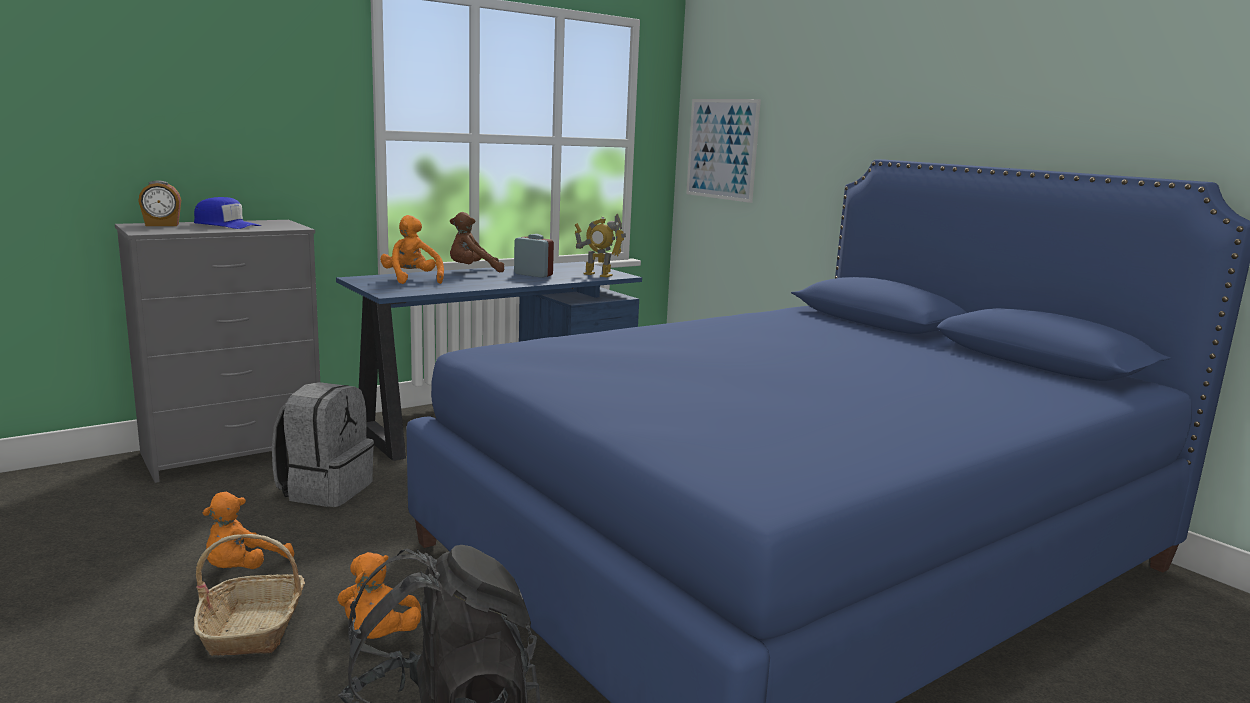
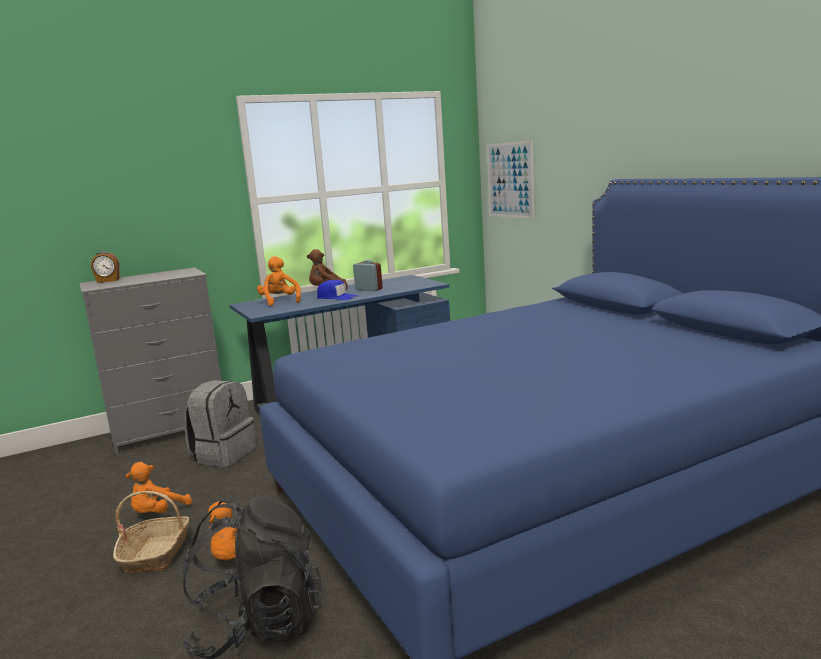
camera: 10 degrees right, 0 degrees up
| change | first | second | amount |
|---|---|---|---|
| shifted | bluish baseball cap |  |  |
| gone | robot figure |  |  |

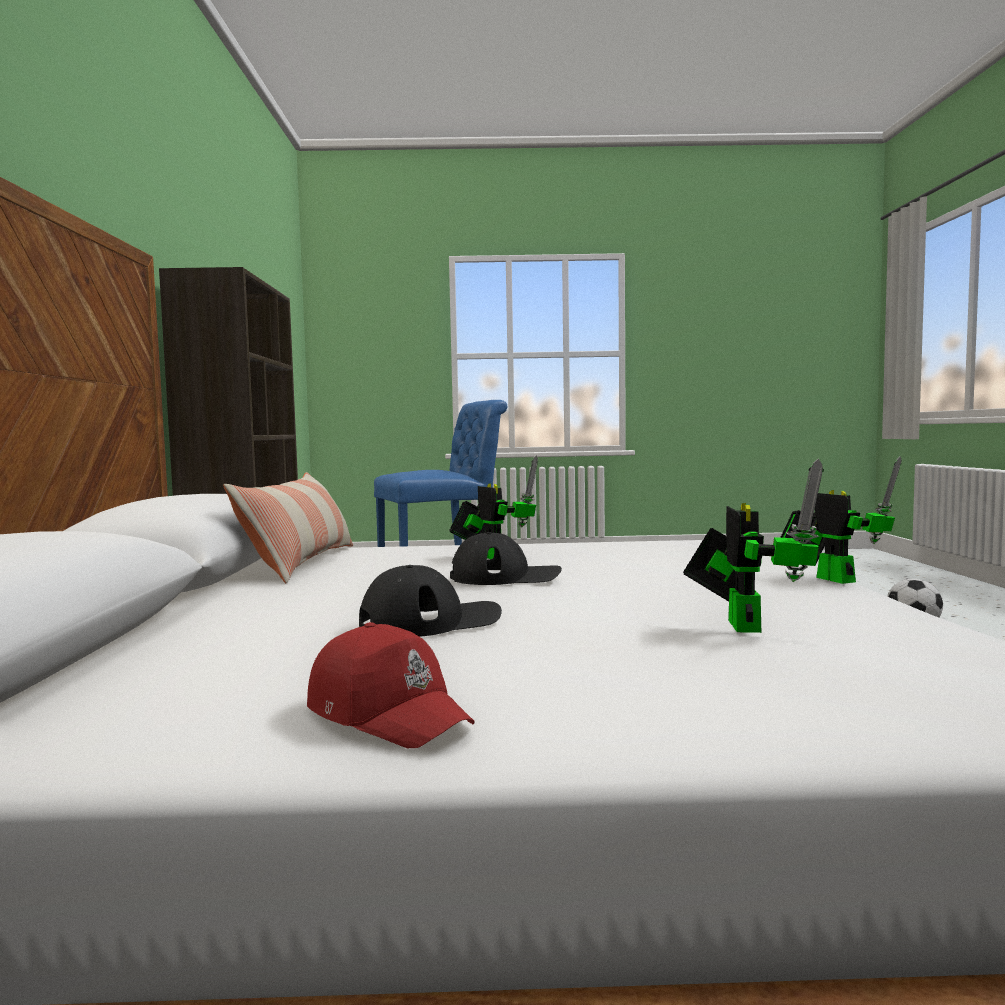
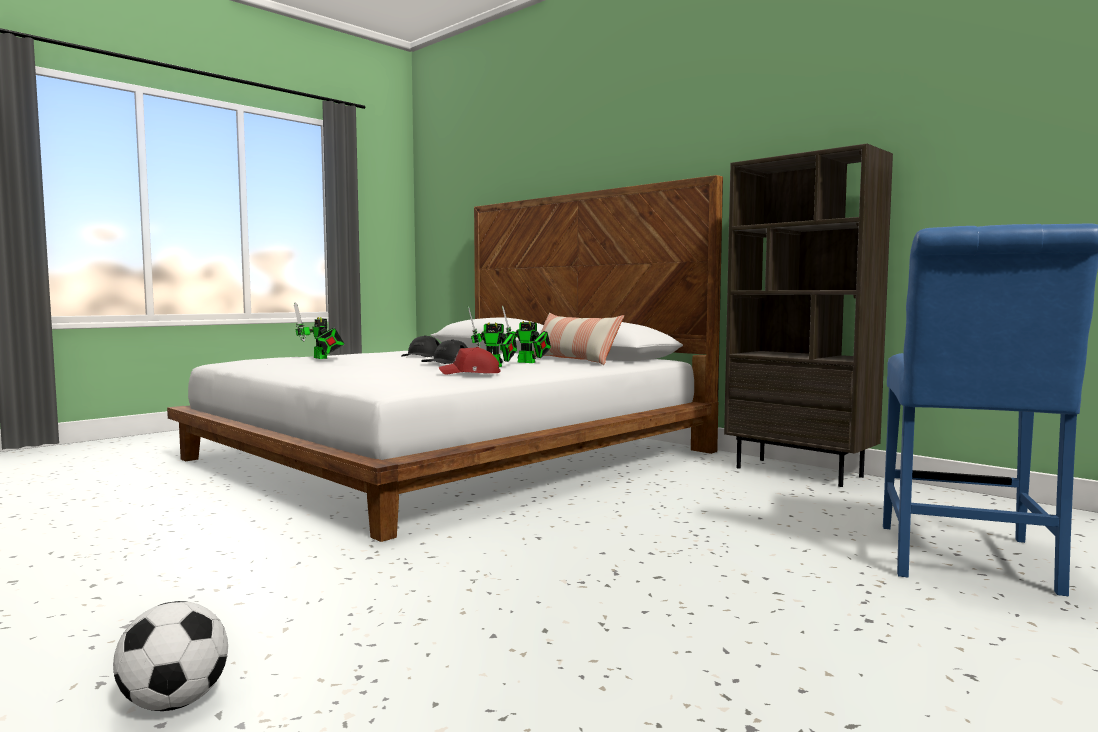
camera: 135 degrees right, 0 degrees up
| change | first | second | amount |
|---|---|---|---|
| shifted | robot figure (no. 3 from left) |  |  |
| shifted | reddish baseball cap |  |  |

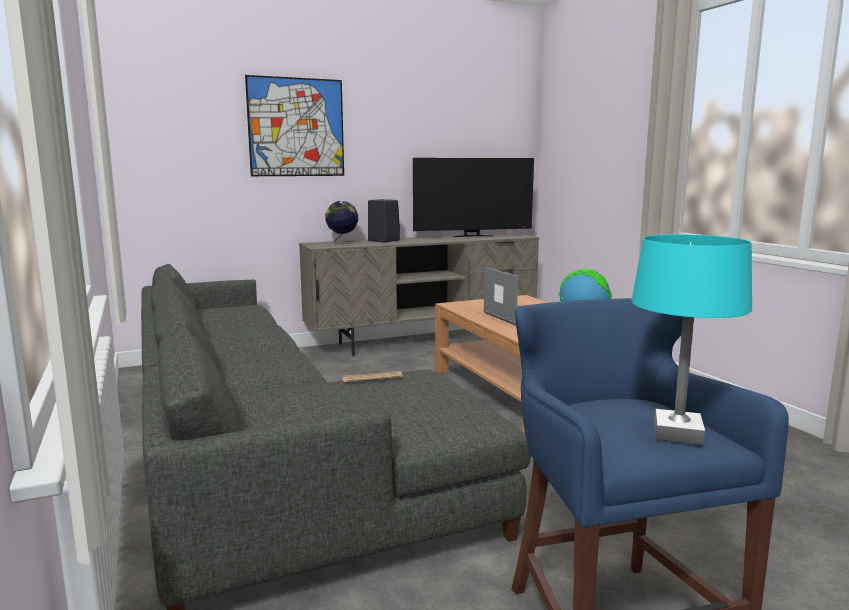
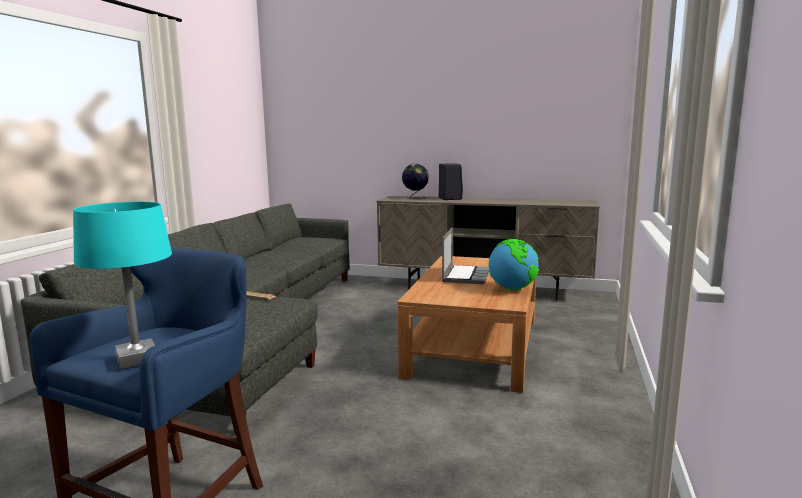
camera: 40 degrees right, 0 degrees up
| change | first | second | amount |
|---|---|---|---|
| gone | picture |  |  |
| gone | television |  |  |

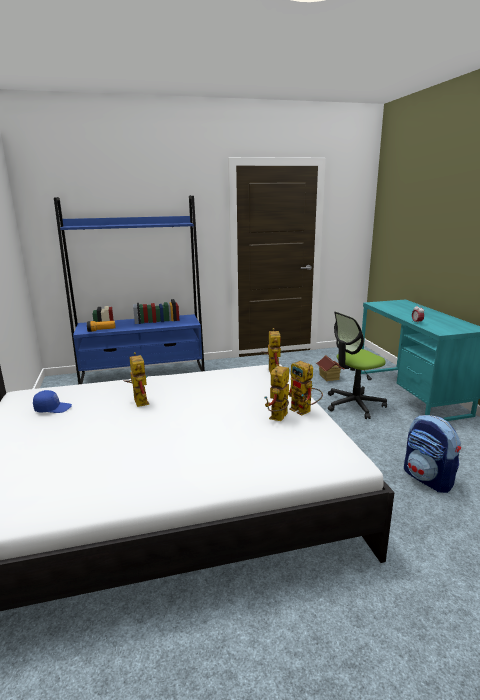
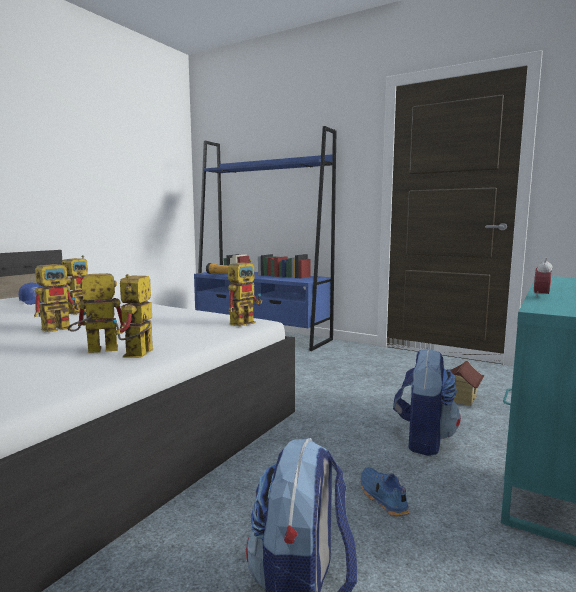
camera: 45 degrees right, 10 degrees down
| change | first | second | amount |
|---|---|---|---|
| swapped | desk chair | knapsack (no. 2 from left) |  |
| new |  | robot figure (no. 1 from left) |  |
| new |  | bluish shoe |  |

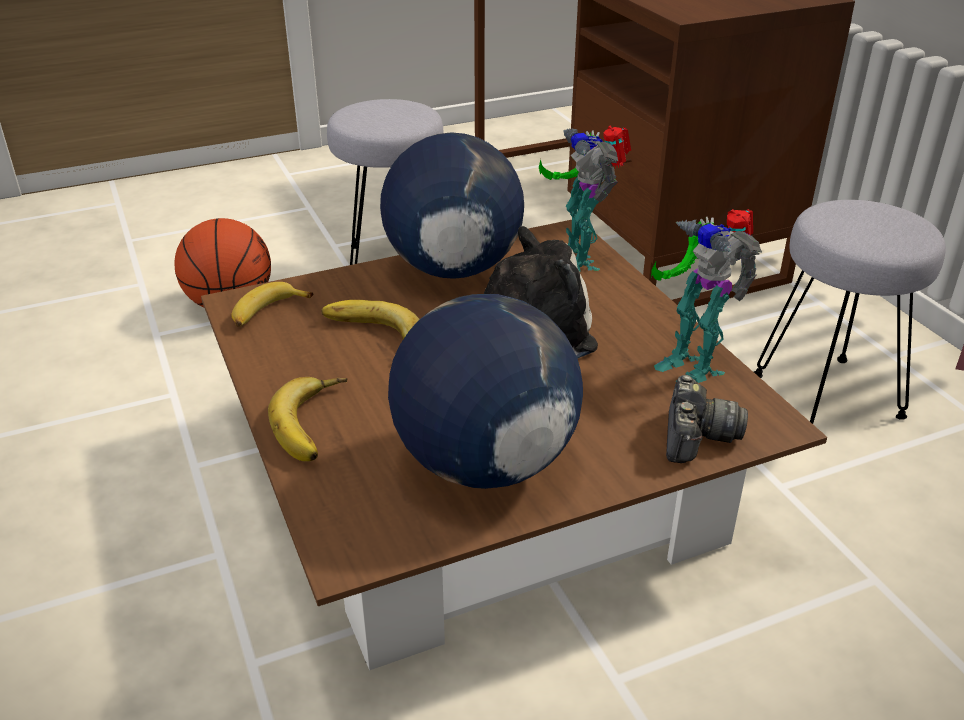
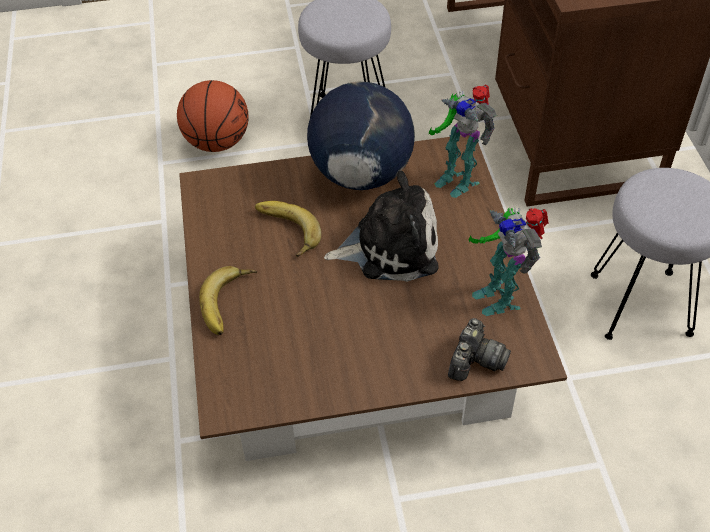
camera: 15 degrees right, 15 degrees up
| change | first | second | amount |
|---|---|---|---|
| rotated | robot figure (no. 1 from left) |  | 45 degrees counterclockwise |
| gone | banana (no. 1 from left) |  |  |
| gone | desk globe (no. 2 from left) |  |  |

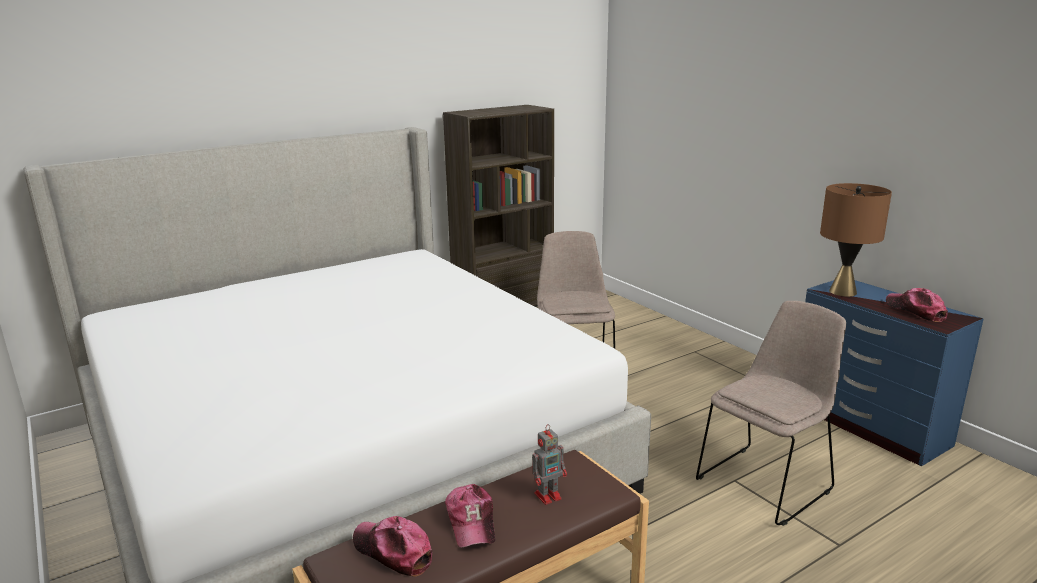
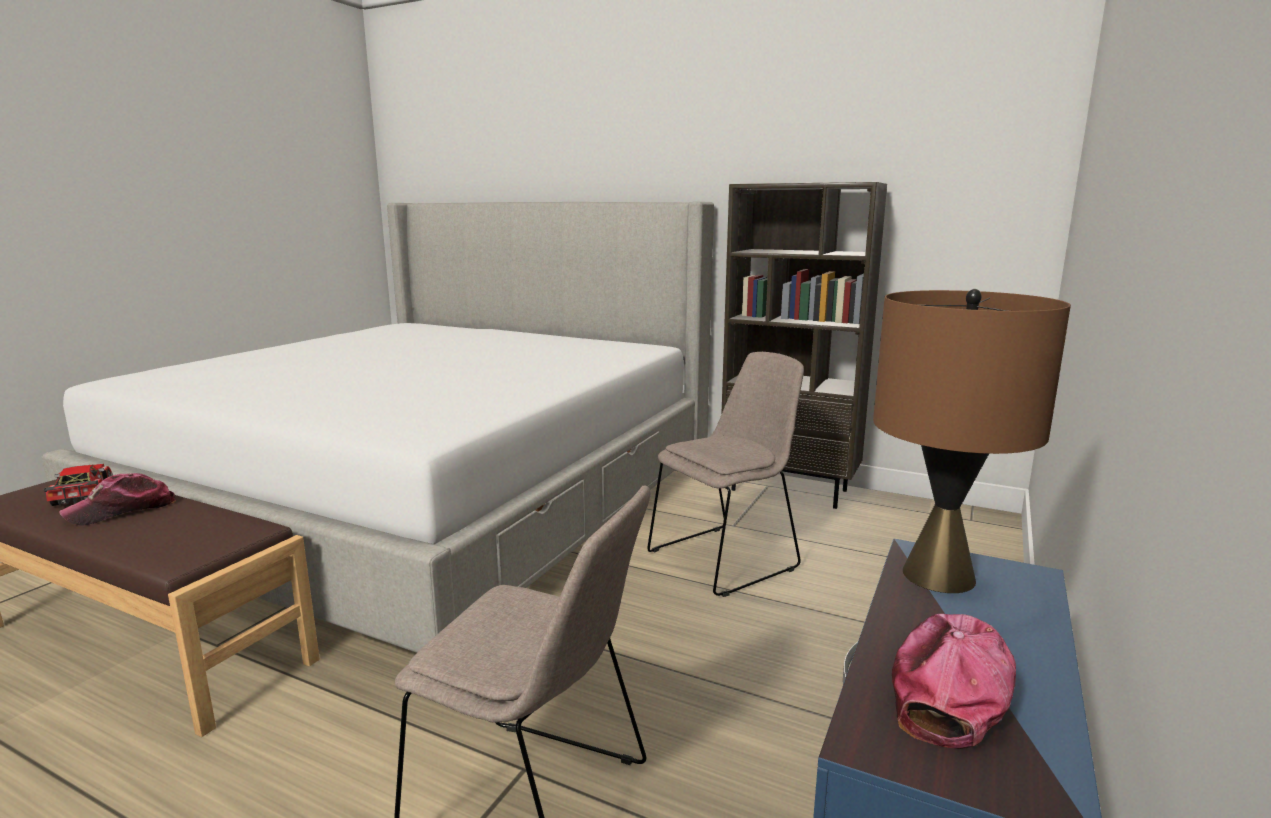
camera: 60 degrees right, 5 degrees down
| change | first | second | amount |
|---|---|---|---|
| gone | robot figure |  |  |
| swapped | baseball cap (no. 1 from left) | toy car |  |

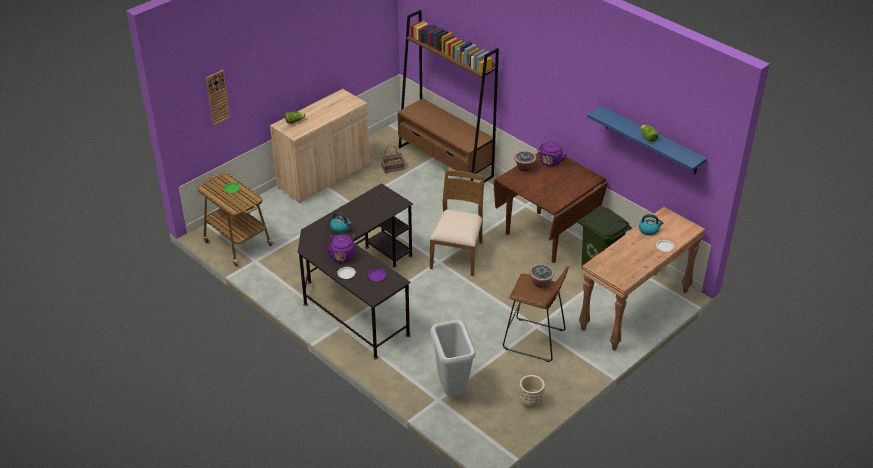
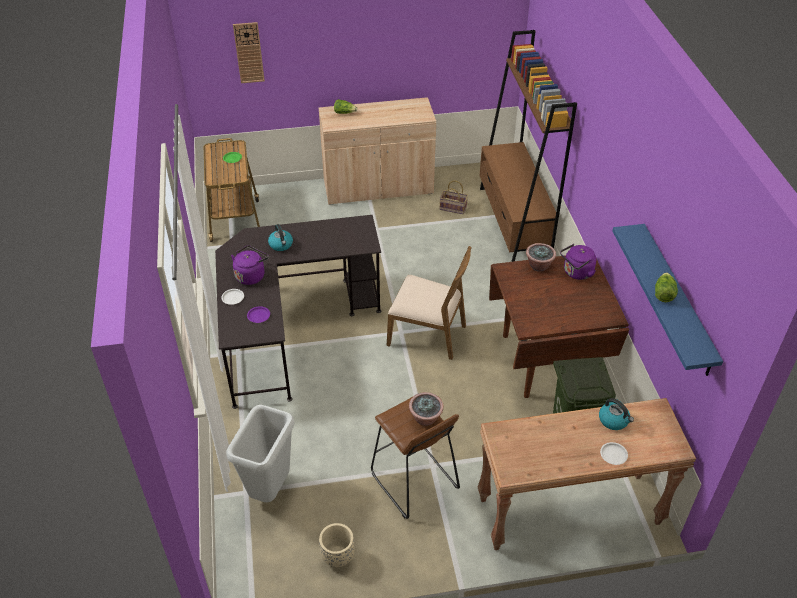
camera: 35 degrees right, 5 degrees up
| change | first | second | amount |
|---|---|---|---|
| rotated | brownish upright chair |  | 60 degrees clockwise |

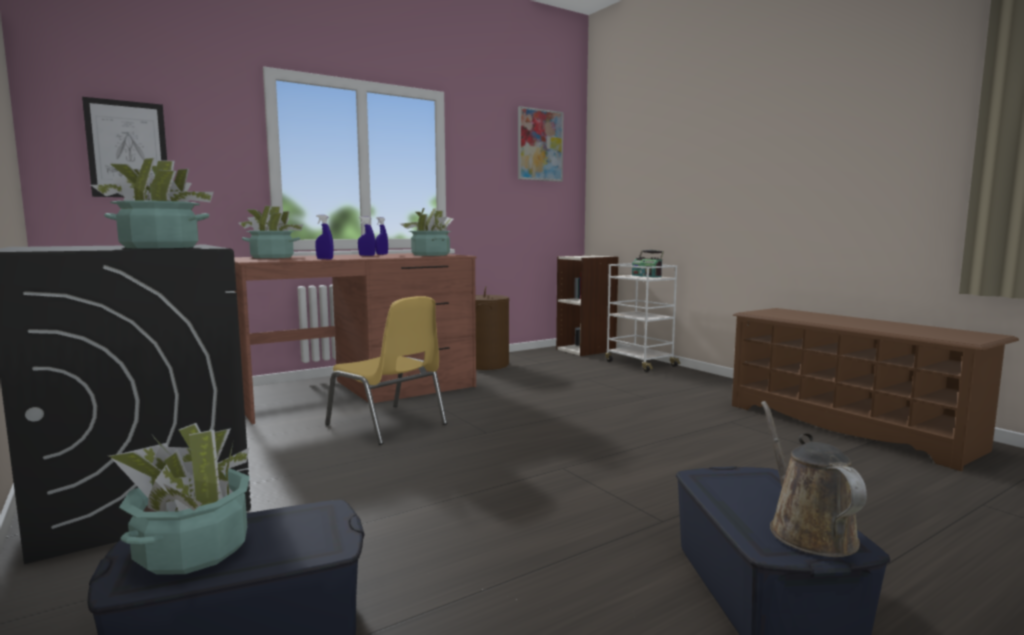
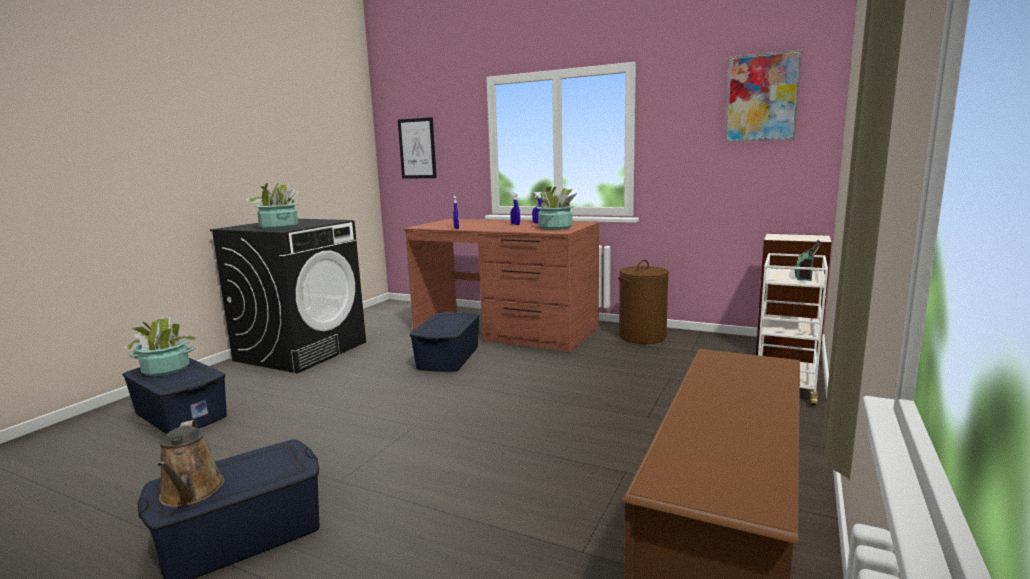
camera: 60 degrees right, 5 degrees up
| change | first | second | amount |
|---|---|---|---|
| gone | houseplant (no. 3 from left) |  |  |
| swapped | yellow upright chair | bluish storage container (no. 3 from left) |  |
| rotated | brownish watering can |  | 105 degrees clockwise |

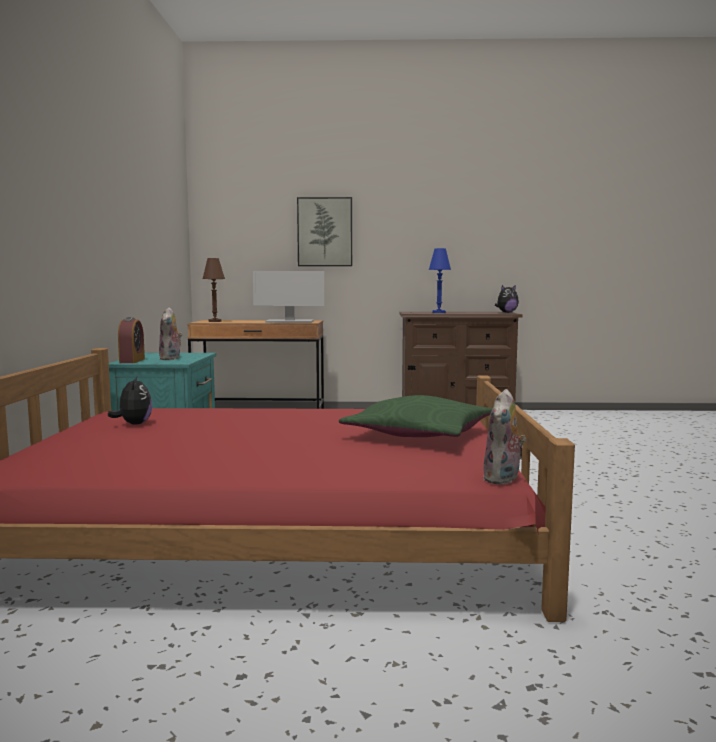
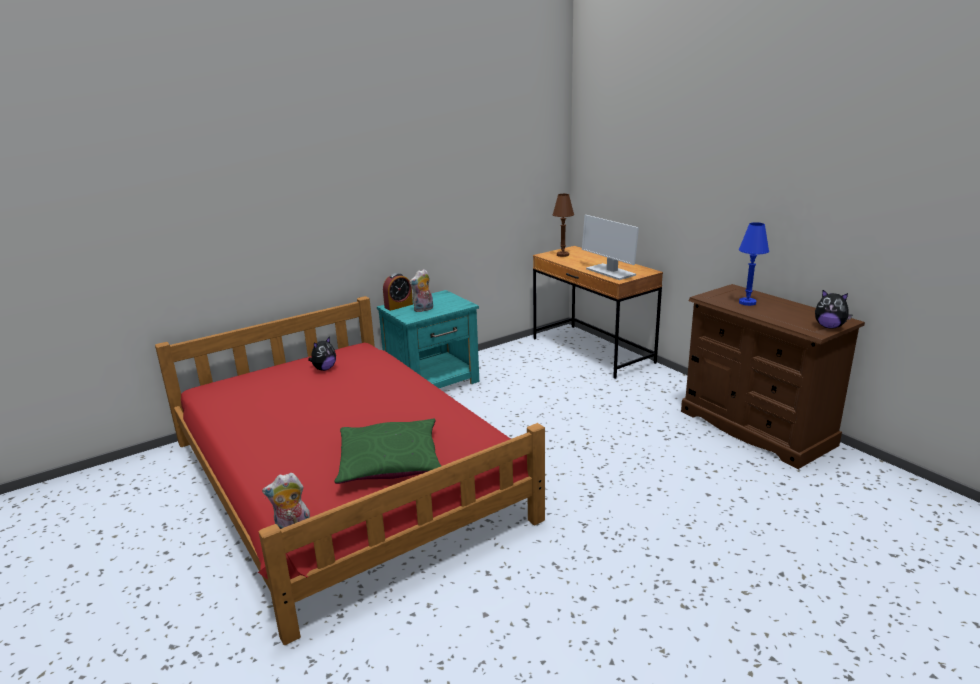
camera: 55 degrees right, 15 degrees up
| change | first | second | amount |
|---|---|---|---|
| gone | picture |  |  |

